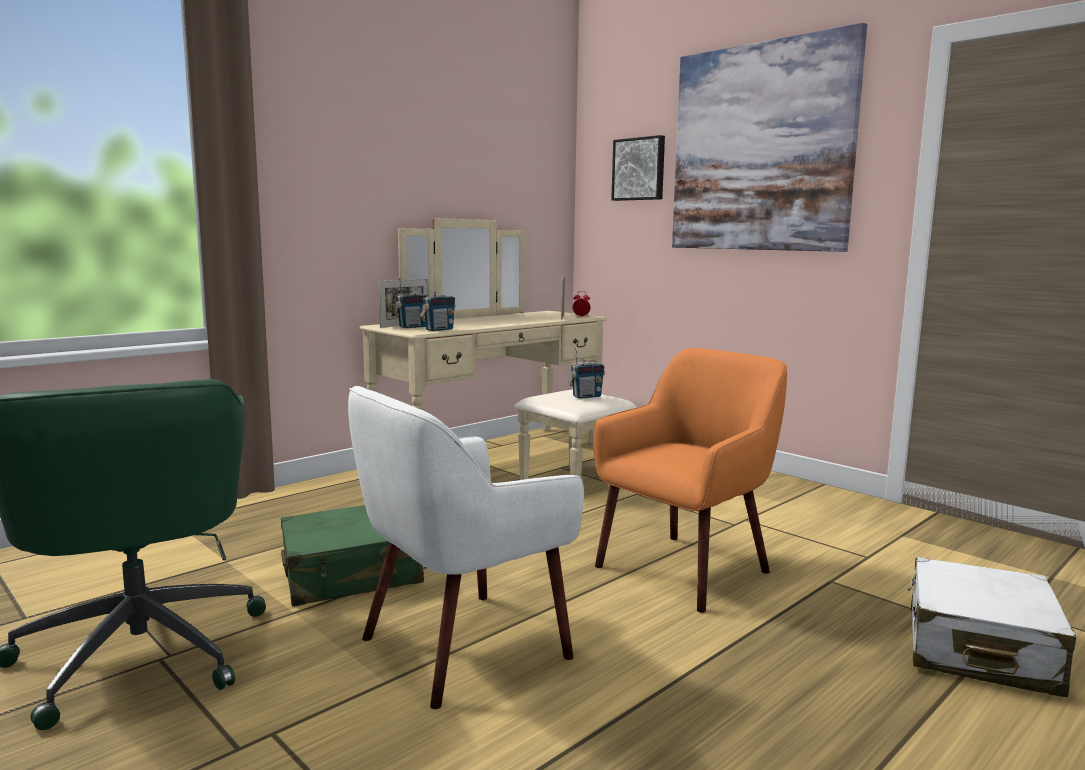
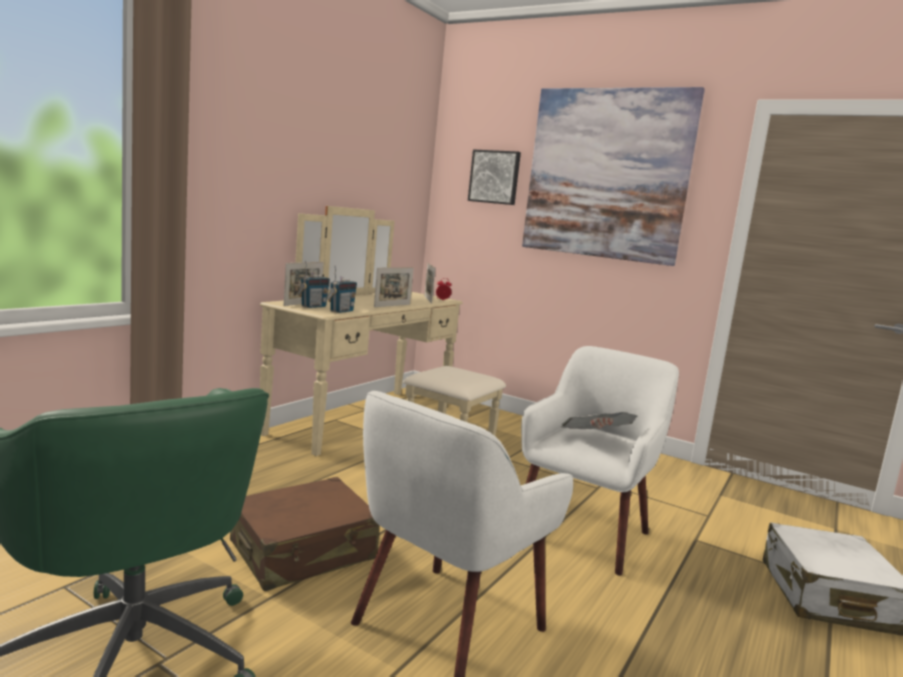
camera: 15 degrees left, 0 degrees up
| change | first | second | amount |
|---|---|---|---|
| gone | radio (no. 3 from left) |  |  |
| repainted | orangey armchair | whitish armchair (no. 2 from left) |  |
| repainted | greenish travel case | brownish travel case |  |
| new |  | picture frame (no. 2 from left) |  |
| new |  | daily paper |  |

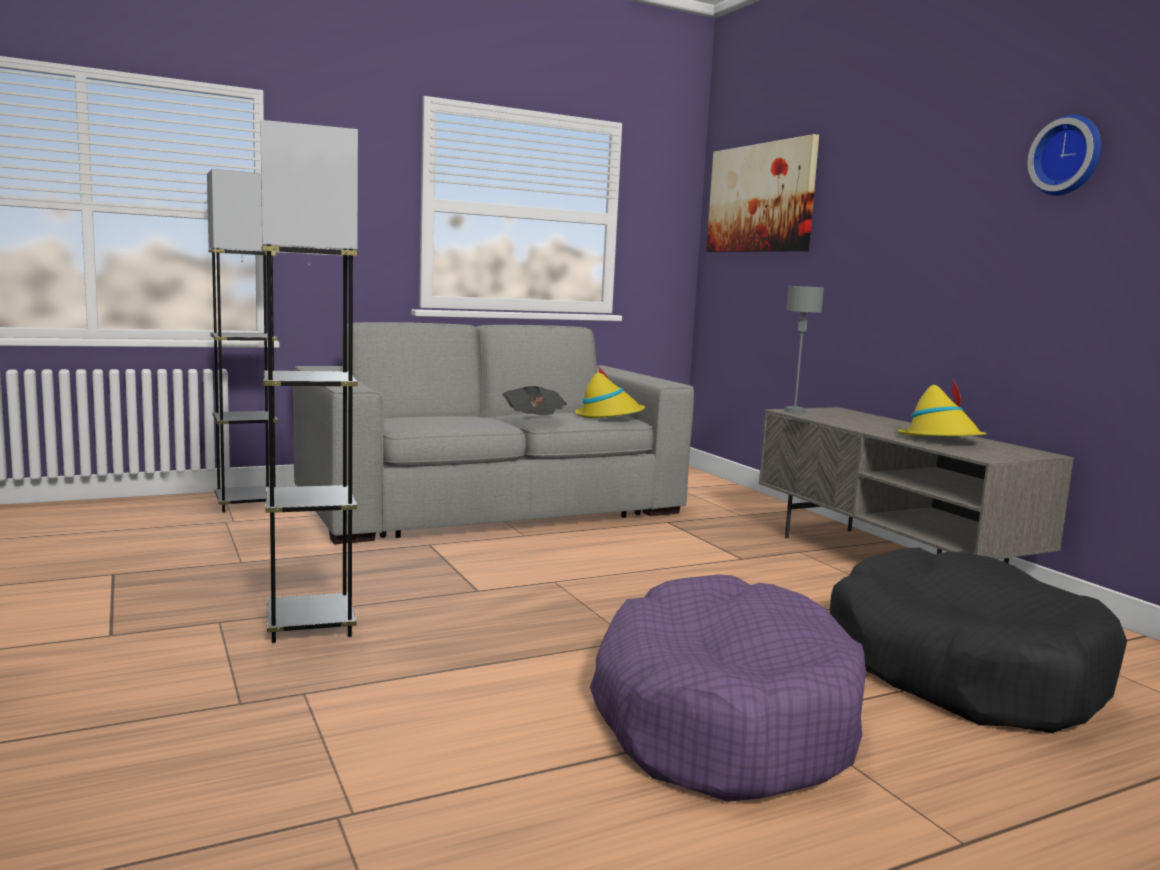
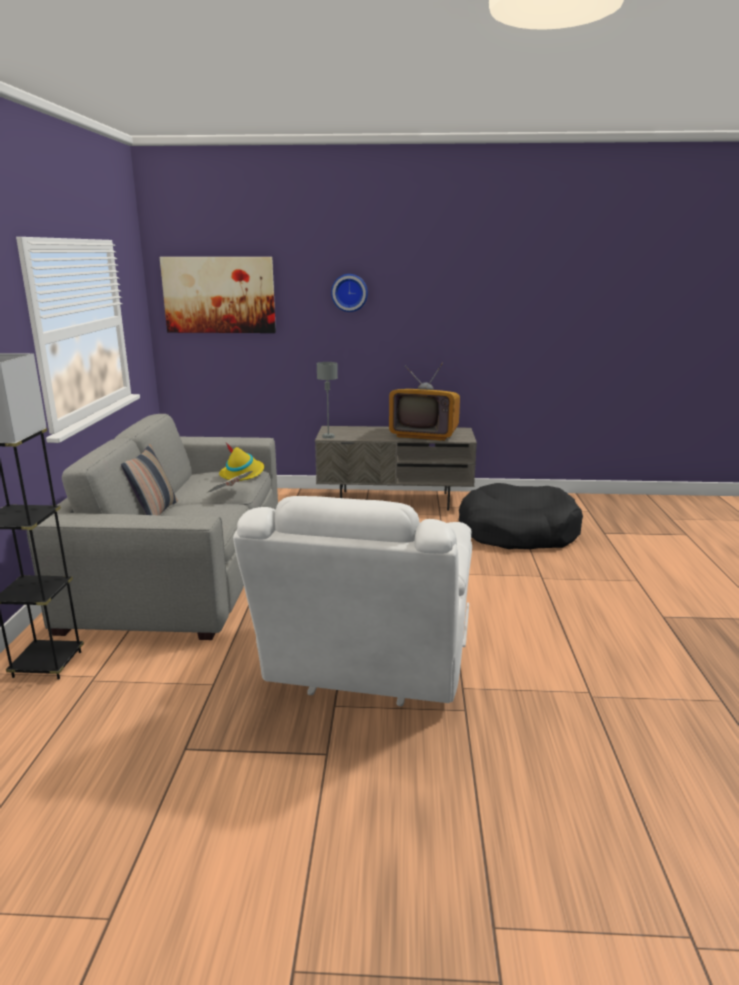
camera: 60 degrees left, 10 degrees up
| change | first | second | amount |
|---|---|---|---|
| shifted | clock on the wall |  |  |
| swapped | greyish standard lamp (no. 2 from left) | whitish armchair |  |
| swapped | yellow clothing hat (no. 2 from left) | television |  |
| gone | purple dog cushion |  |  |
| new |  | throw pillow |  |

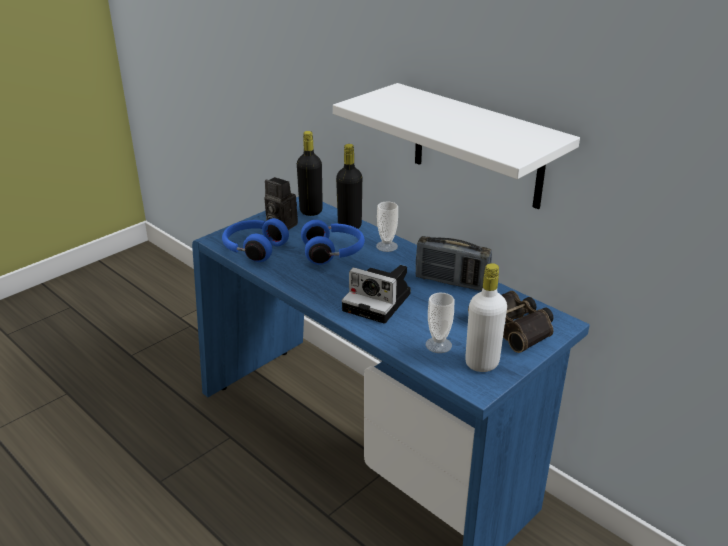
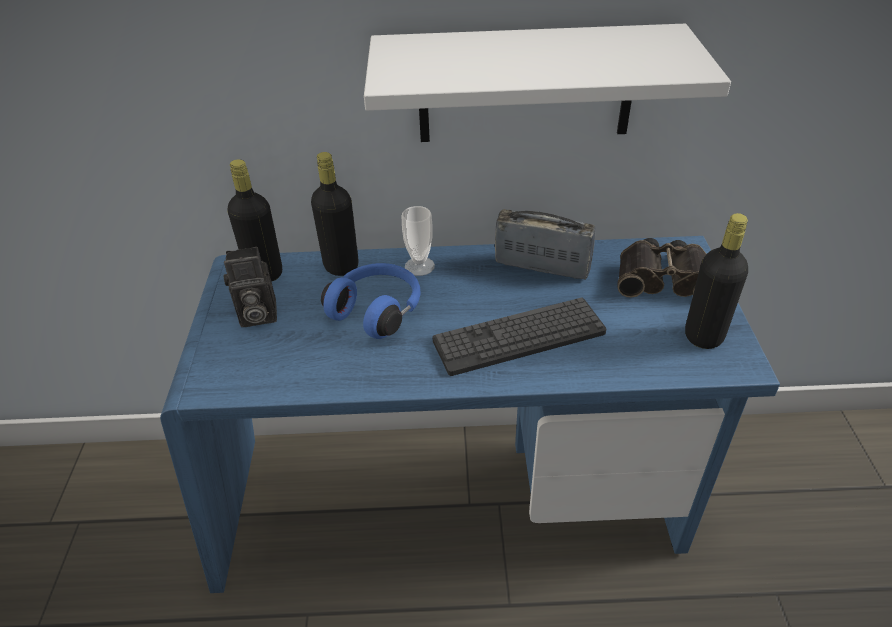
camera: 45 degrees left, 10 degrees up
| change | first | second | amount |
|---|---|---|---|
| gone | bluish pair of headphones (no. 1 from left) |  |  |
| rotated | radio |  | 135 degrees counterclockwise |
| repainted | whitish beverage bottle | blackish beverage bottle (no. 3 from left) |  |
| swapped | still camera (no. 2 from left) | computer keyboard |  |
| gone | cup (no. 2 from left) |  |  |

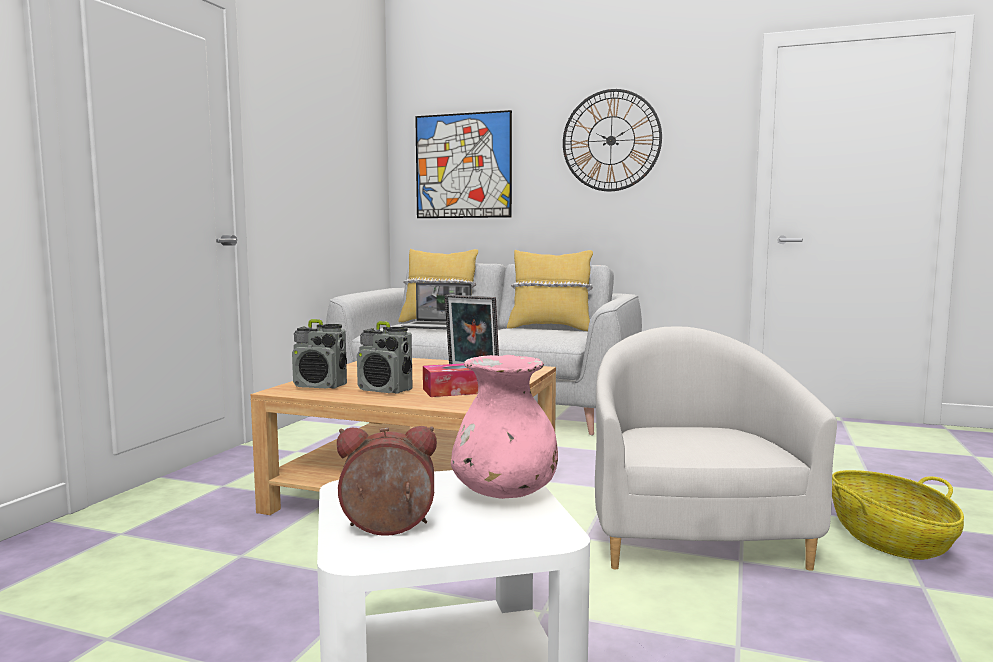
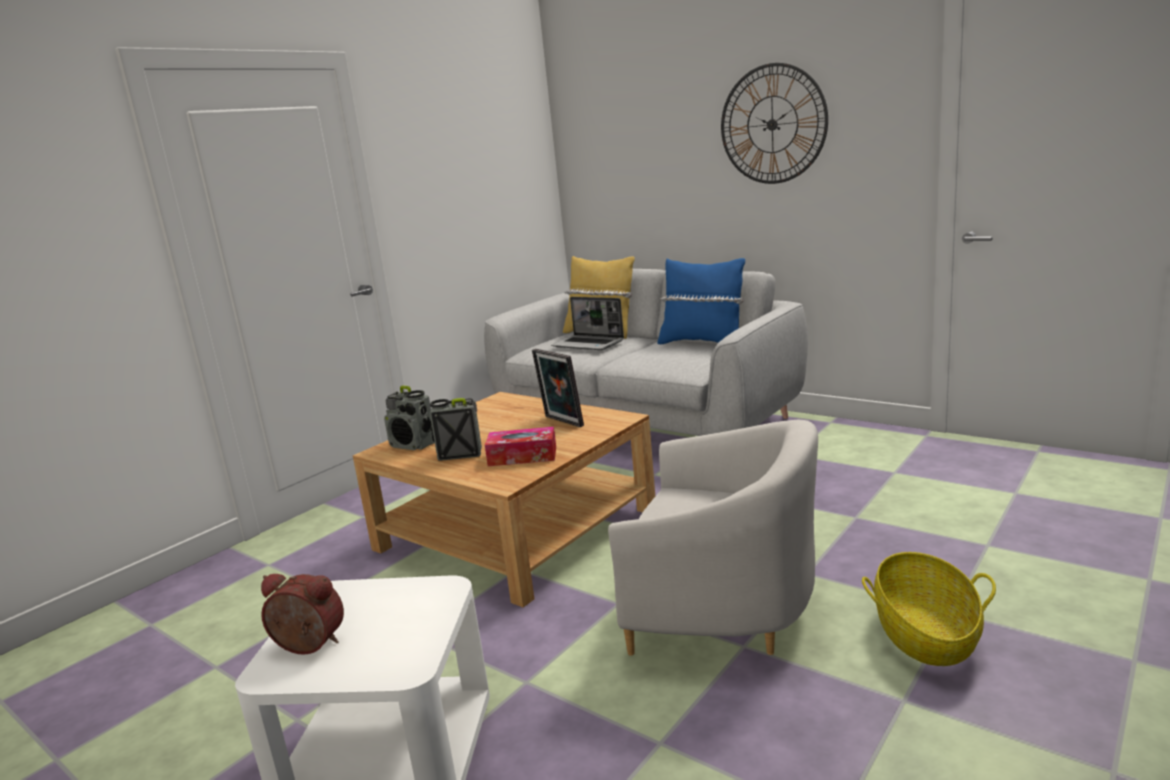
camera: 20 degrees right, 10 degrees up
| change | first | second | amount |
|---|---|---|---|
| gone | picture |  |  |
| repainted | yellow throw pillow (no. 2 from left) | bluish throw pillow |  |
| rotated | radio (no. 2 from left) |  | 135 degrees clockwise |
| rotated | whitish armchair |  | 90 degrees clockwise |
| gone | pink decorative vase |  |  |

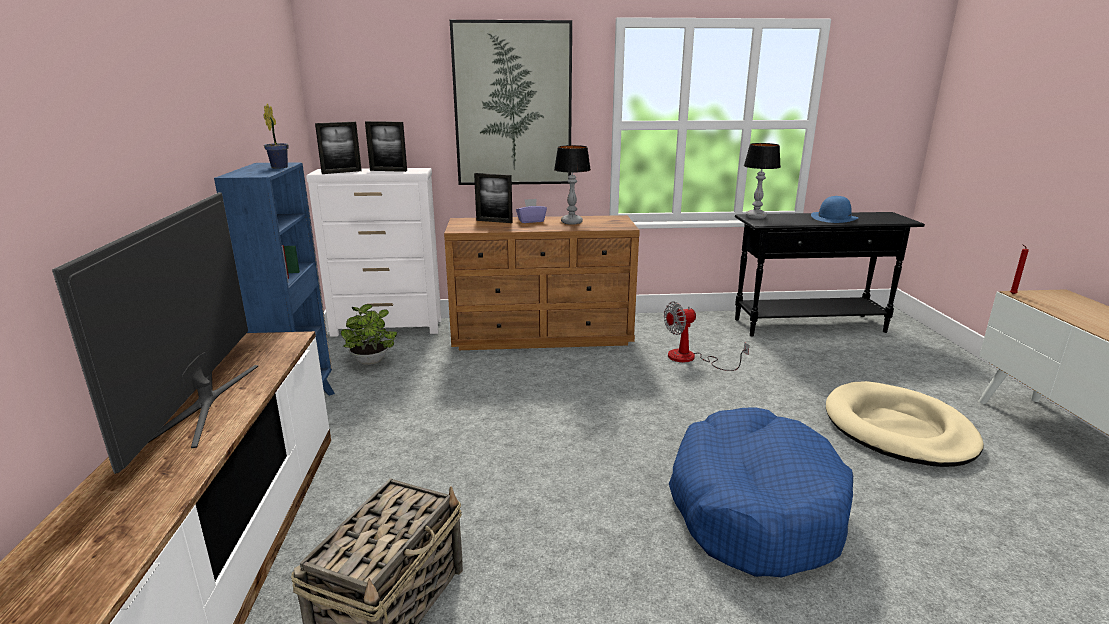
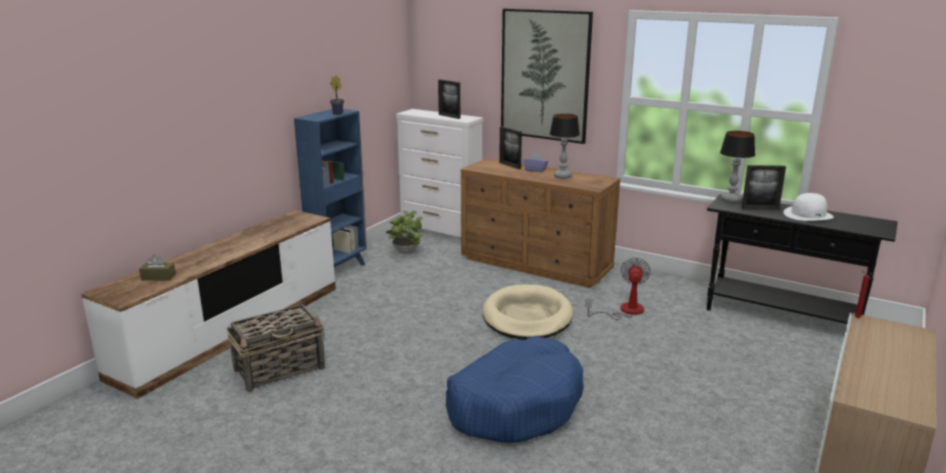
camera: 35 degrees right, 0 degrees up
| change | first | second | amount |
|---|---|---|---|
| shifted | picture frame (no. 1 from left in the first image) | picture frame (no. 3 from left) |  |
| gone | television |  |  |
| repainted | bluish clothing hat | whitish clothing hat |  |
| rotated | cooling fan |  | 90 degrees clockwise |
| shifted | beige dog cushion |  |  |
| new |  | brownish box of tissues |  |

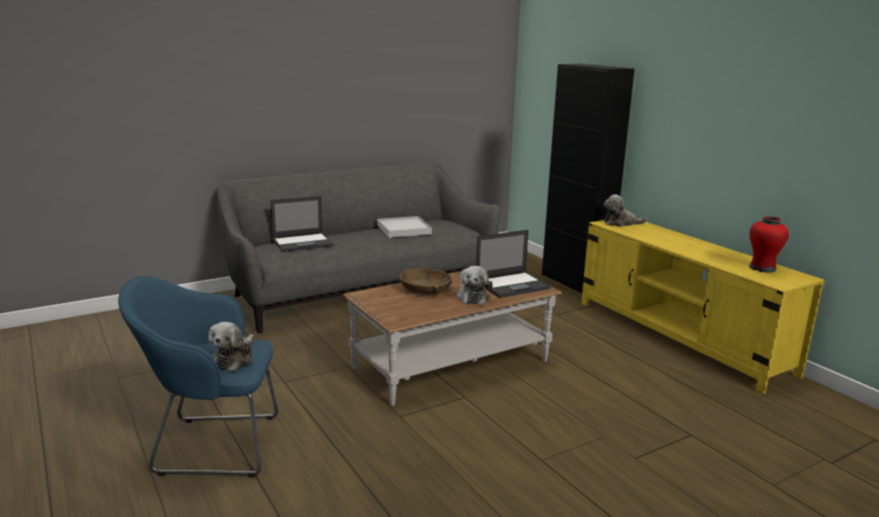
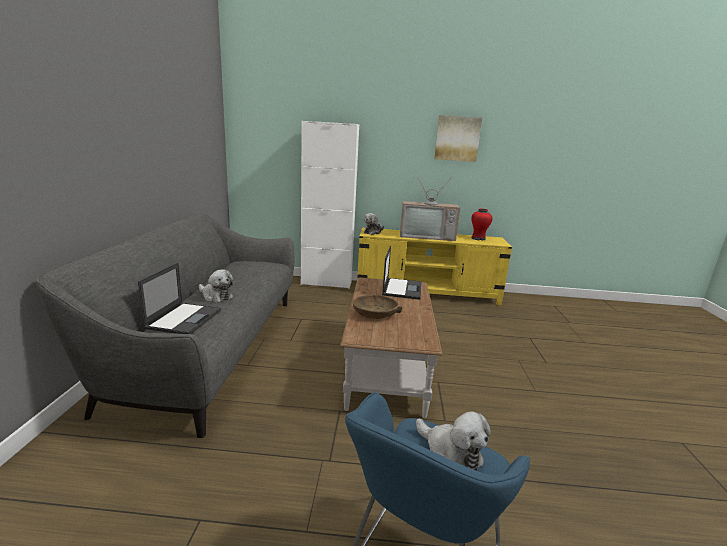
camera: 55 degrees left, 0 degrees up
| change | first | second | amount |
|---|---|---|---|
| repainted | blackish cabinet | whitish cabinet |  |
| gone | whitish carrying tray |  |  |
| shifted | cuddly toy (no. 2 from left in the first image) | cuddly toy (no. 1 from left) |  |
| new |  | picture |  |
| new |  | television |  |

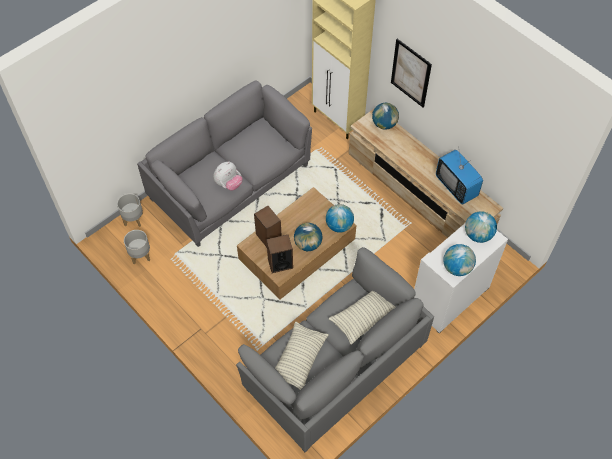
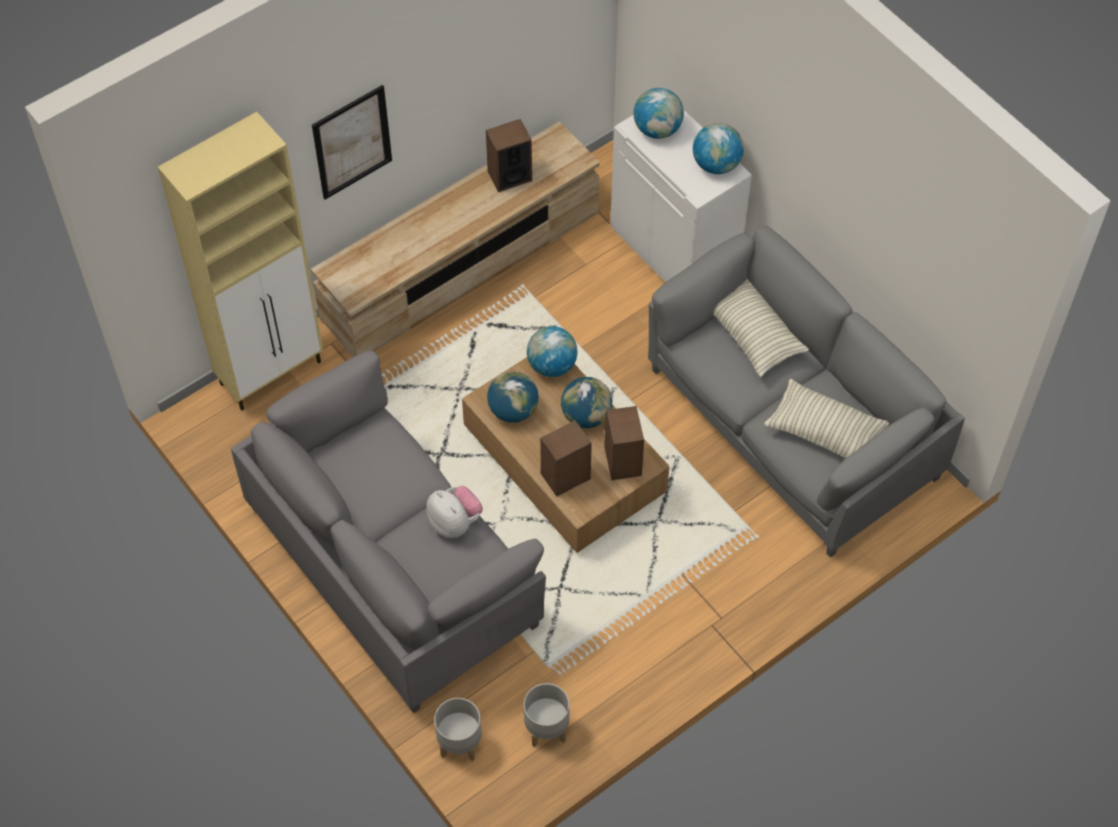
camera: 85 degrees left, 0 degrees up
| change | first | second | amount |
|---|---|---|---|
| shifted | desk globe (no. 3 from left in the first image) | desk globe (no. 1 from left) |  |
| swapped | television | speaker (no. 1 from left) |  |

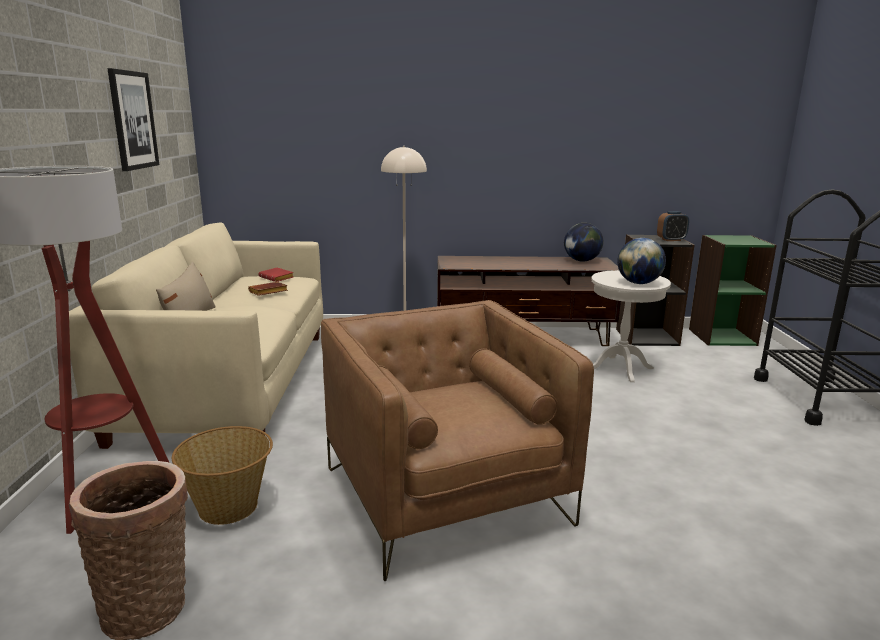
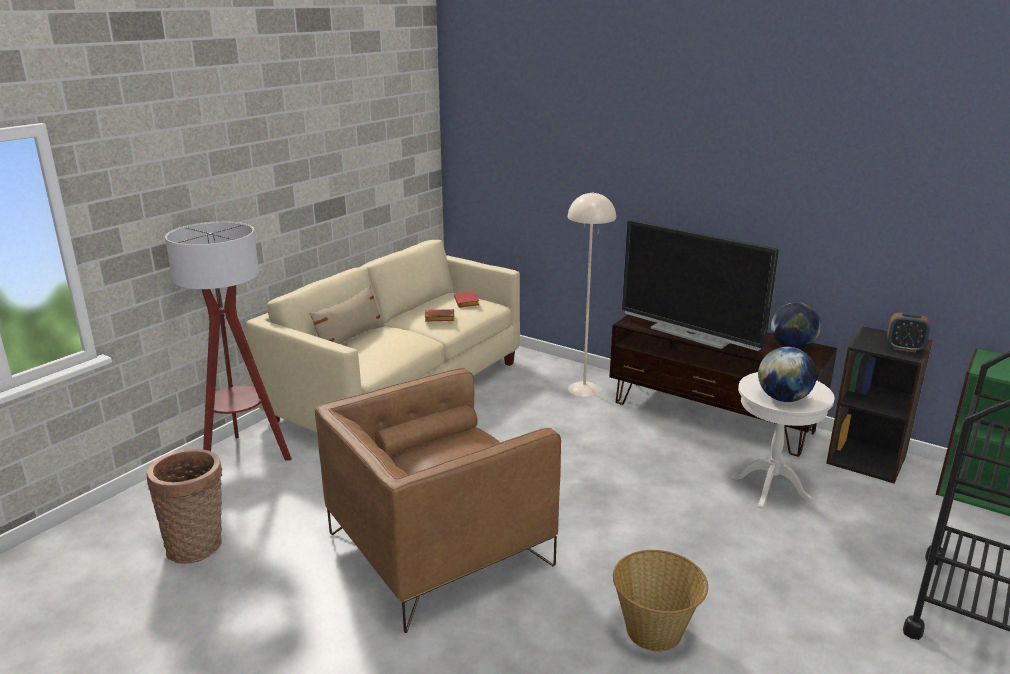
camera: 35 degrees right, 5 degrees up
| change | first | second | amount |
|---|---|---|---|
| gone | picture |  |  |
| rotated | brownish armchair |  | 135 degrees counterclockwise |
| shifted | basket (no. 2 from left) |  |  |
| new |  | television |  |

